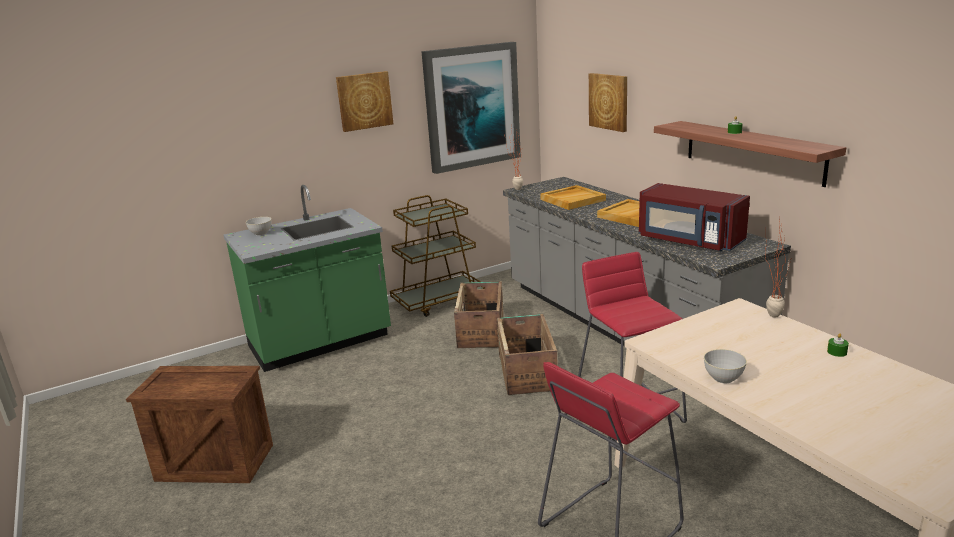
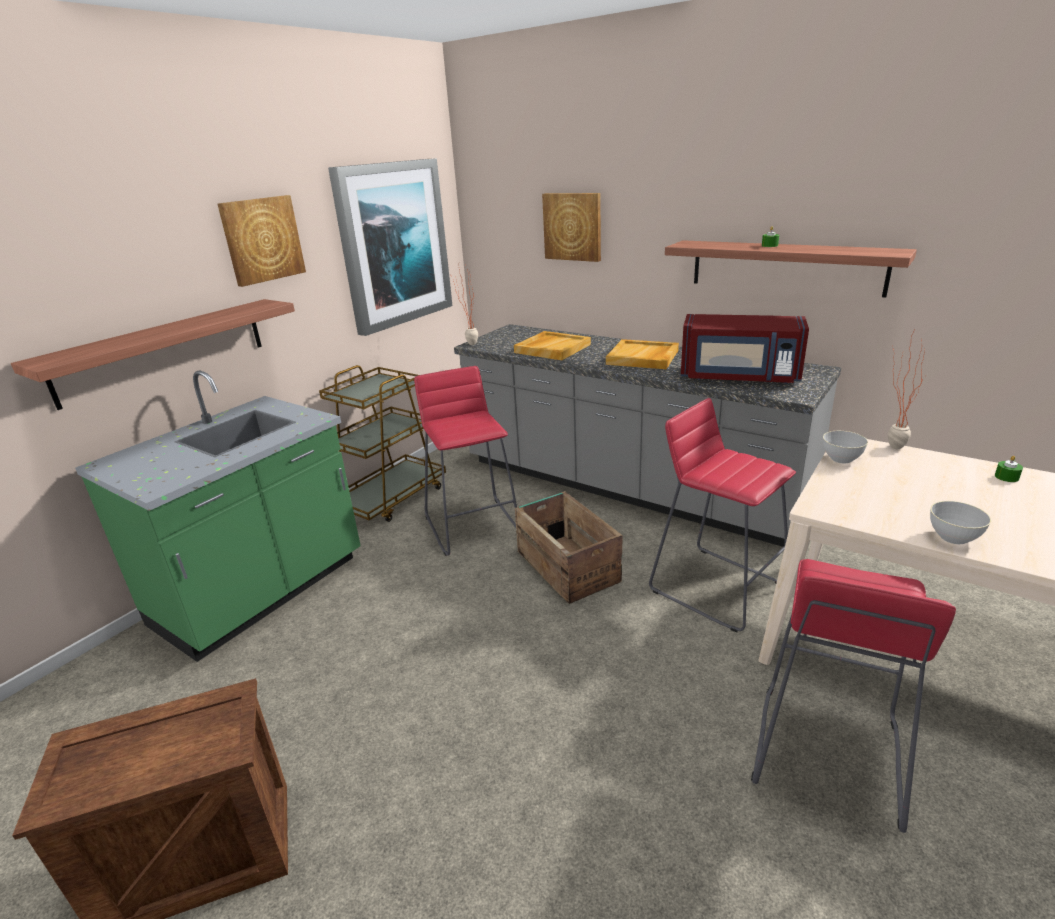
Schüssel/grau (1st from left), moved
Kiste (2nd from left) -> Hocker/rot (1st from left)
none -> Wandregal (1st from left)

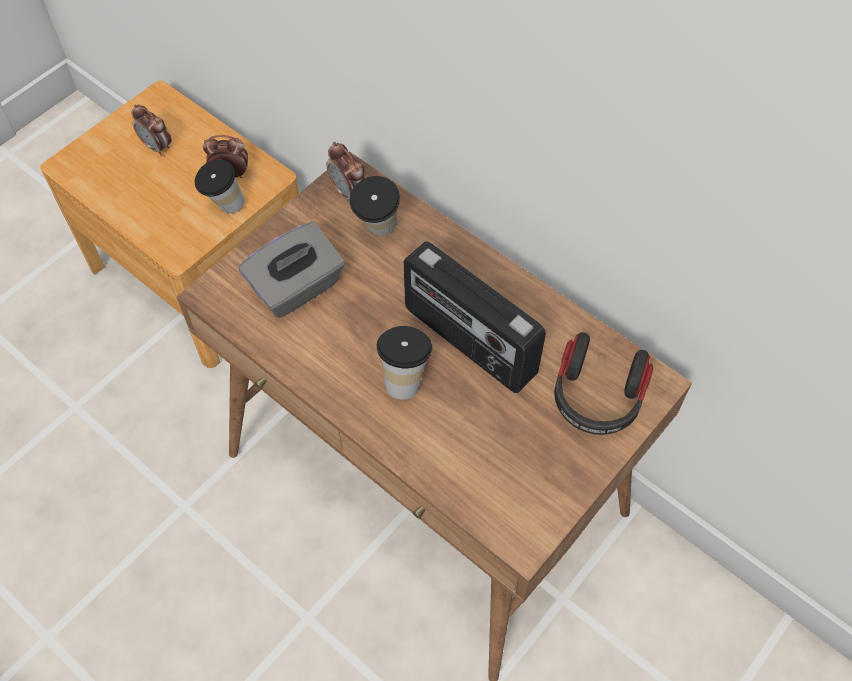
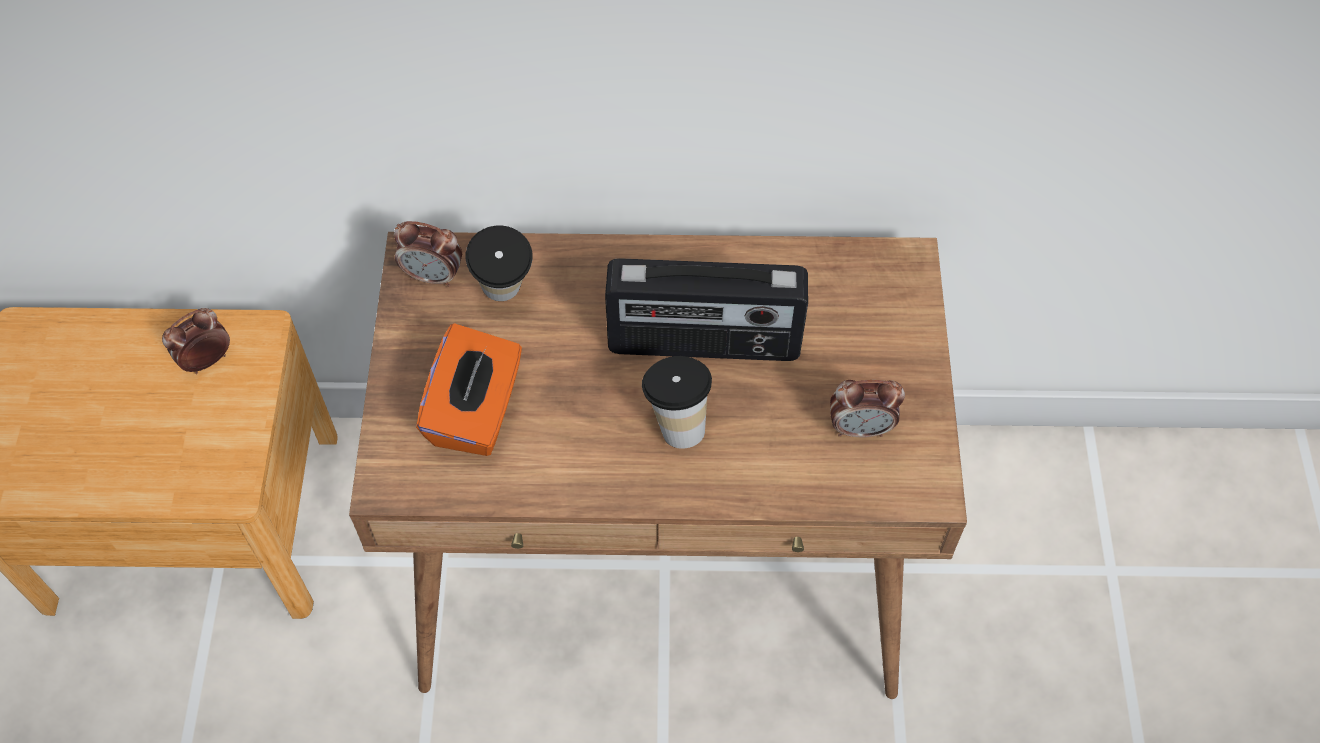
Wecker (1st from left in the first image) -> Wecker (3rd from left), moved
Tasse (1st from left) -> none
Taschentuchbox/grau -> Taschentuchbox/orange
Kopfhörer -> none

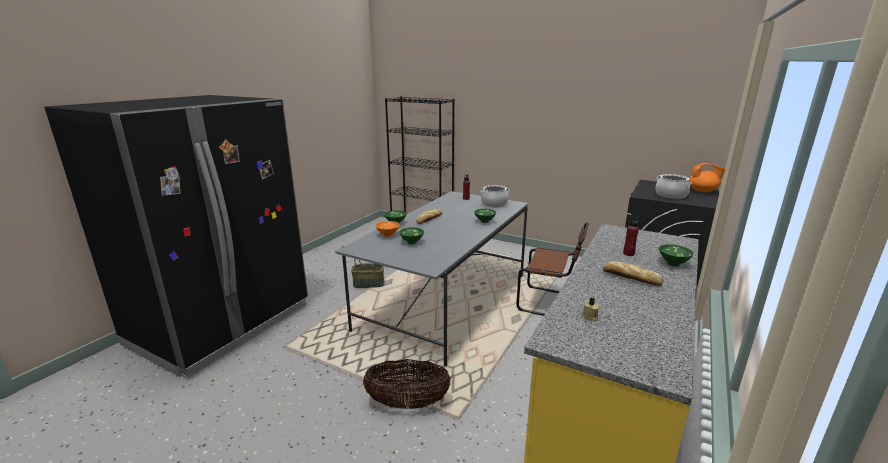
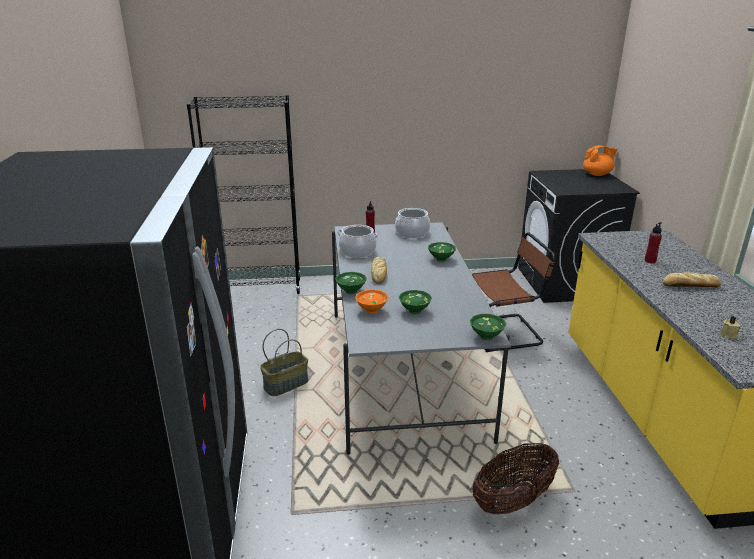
Kochtopf (2nd from left in the first image) -> Kochtopf (1st from left), moved
Schüssel/grün (4th from left), moved

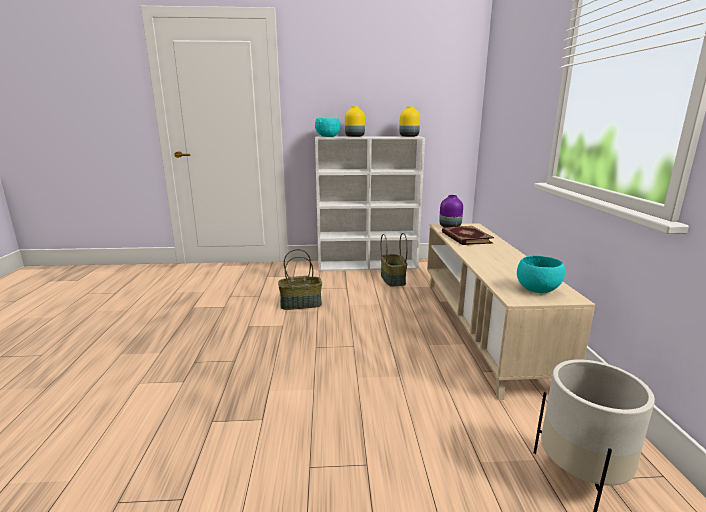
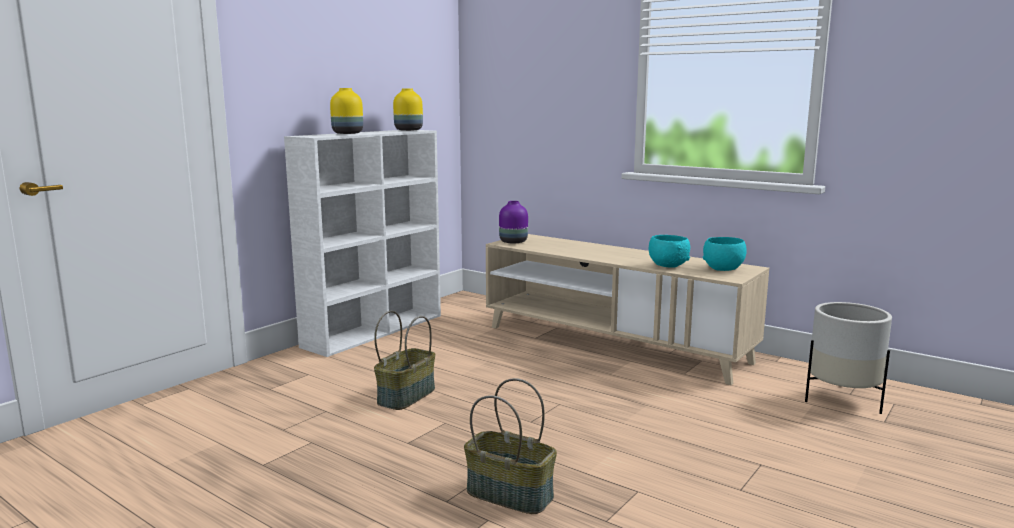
Schüssel/türkis (1st from left), moved
Korb (2nd from left), moved
Buch -> none

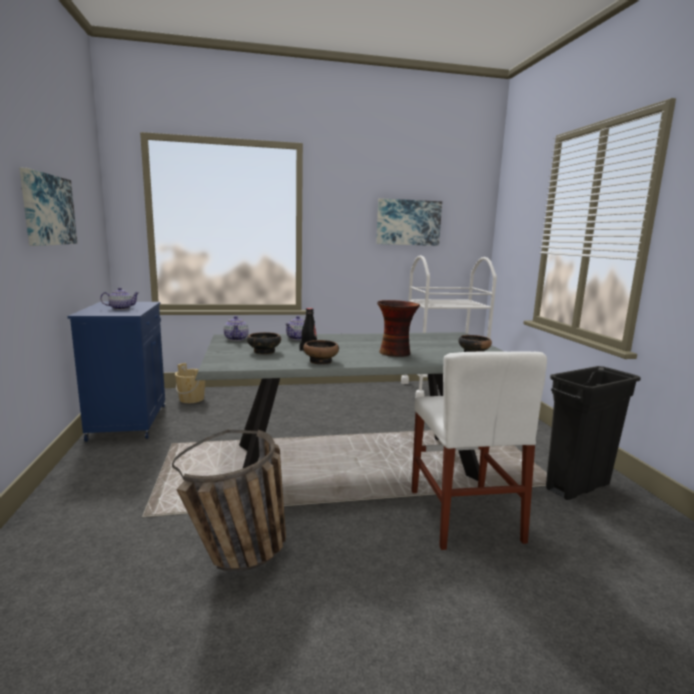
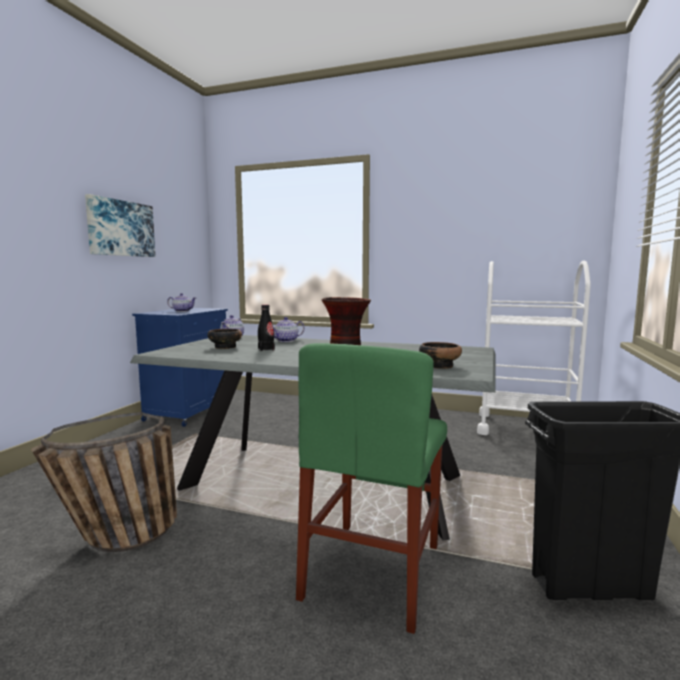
Eimer/beige -> none
Schüssel (2nd from left) -> none
Bild (2nd from left) -> none
Stuhl/weiß -> Stuhl/grün

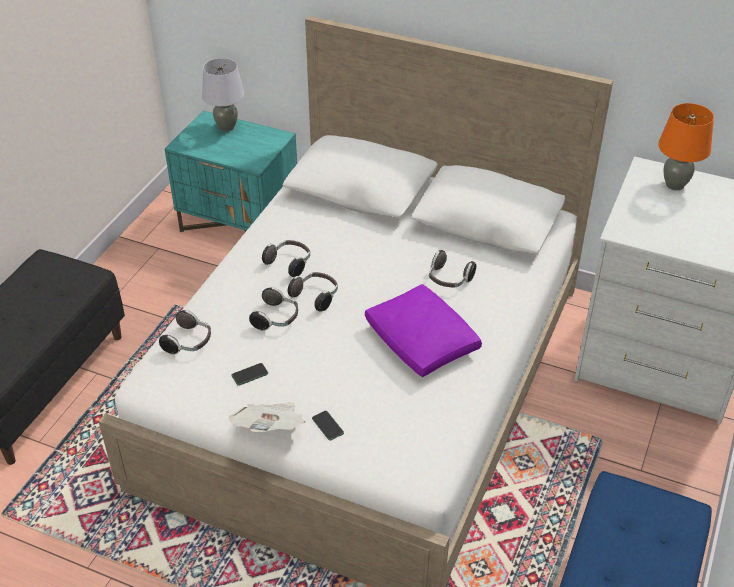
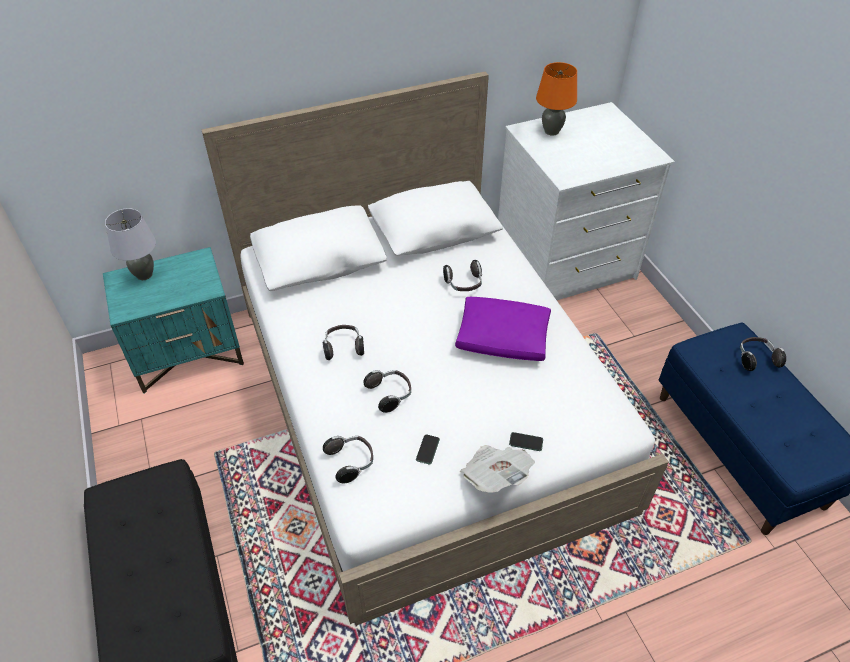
Kopfhörer (4th from left in the first image) -> Kopfhörer (5th from left), moved

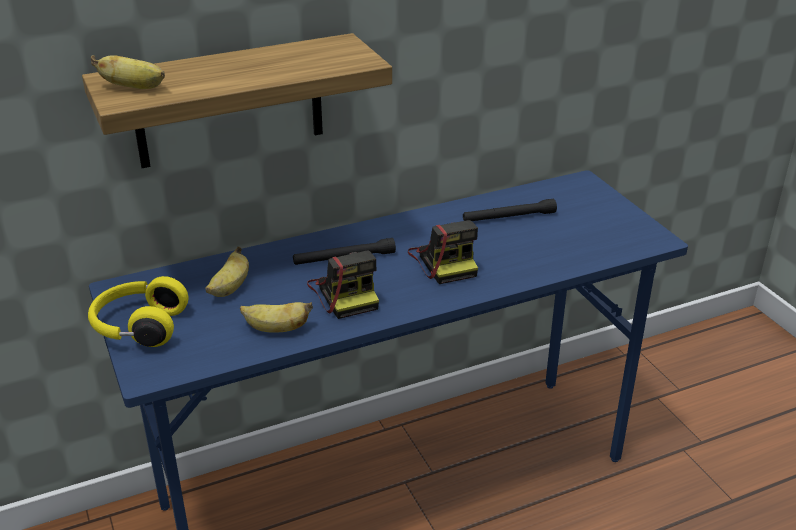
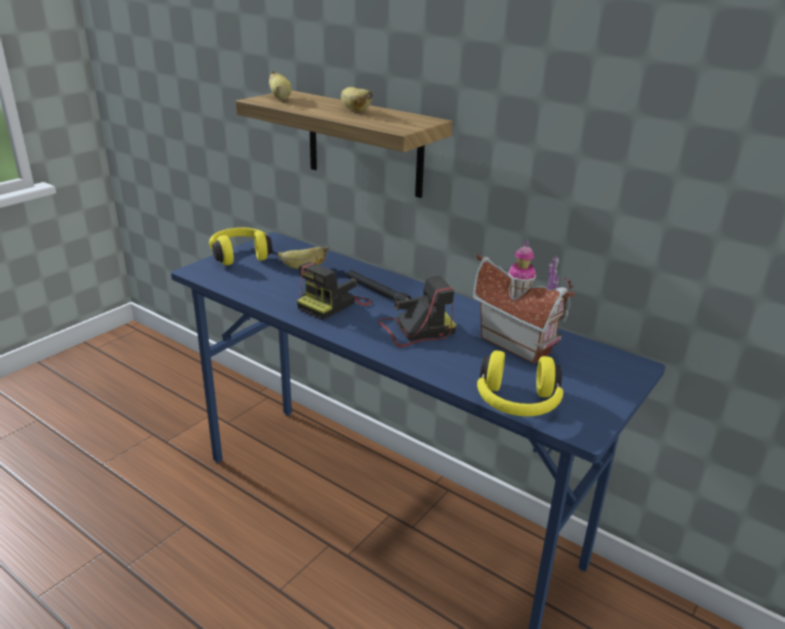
Banane (3rd from left), moved
Kamera (2nd from left), 150 degrees counterclockwise
Taschenlampe/schwarz (2nd from left) -> Spielzeughaus
none -> Kopfhörer/gelb (2nd from left)

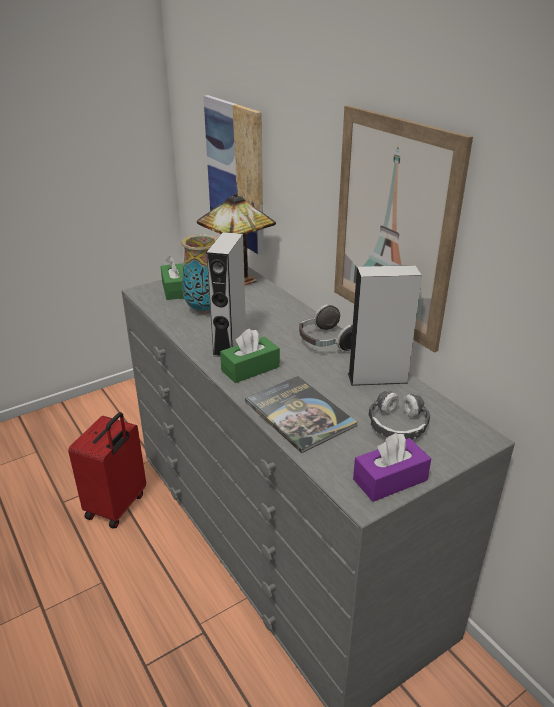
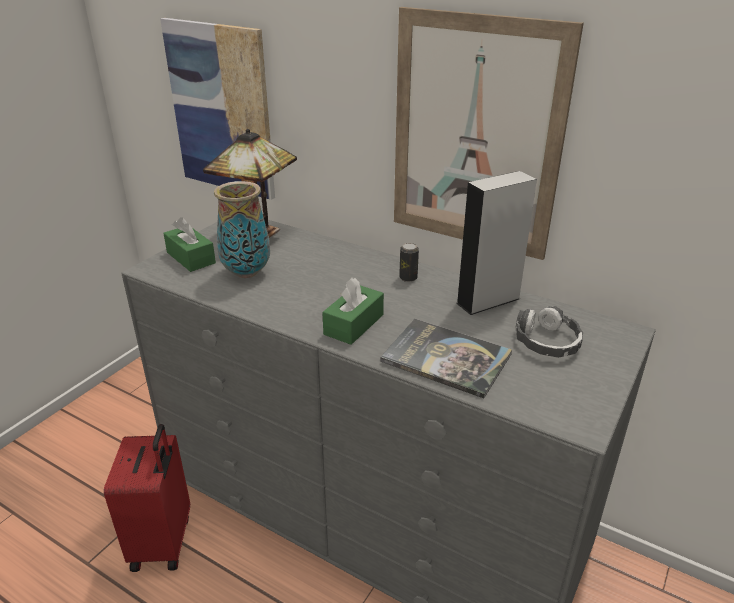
Lautsprecher/grau (1st from left) -> none
Kopfhörer (1st from left) -> Dose
Taschentuchbox/lila -> none

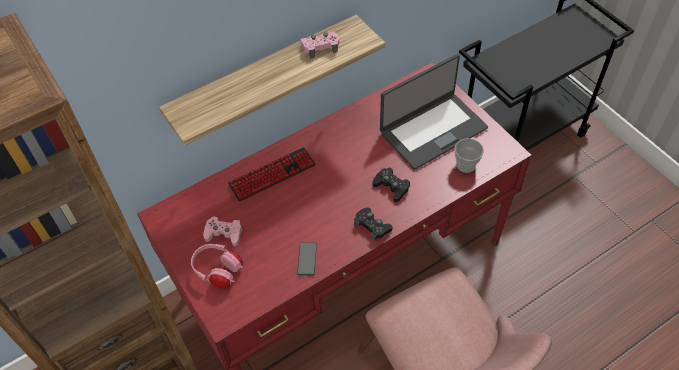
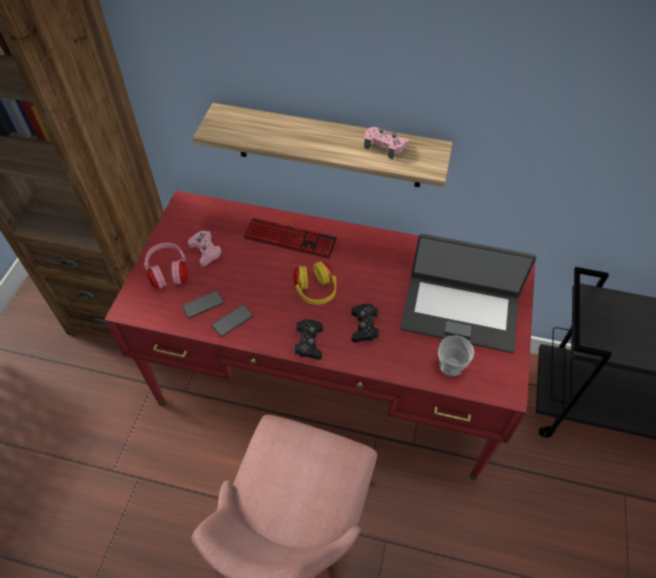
none -> Handy (1st from left)
none -> Kopfhörer/gelb

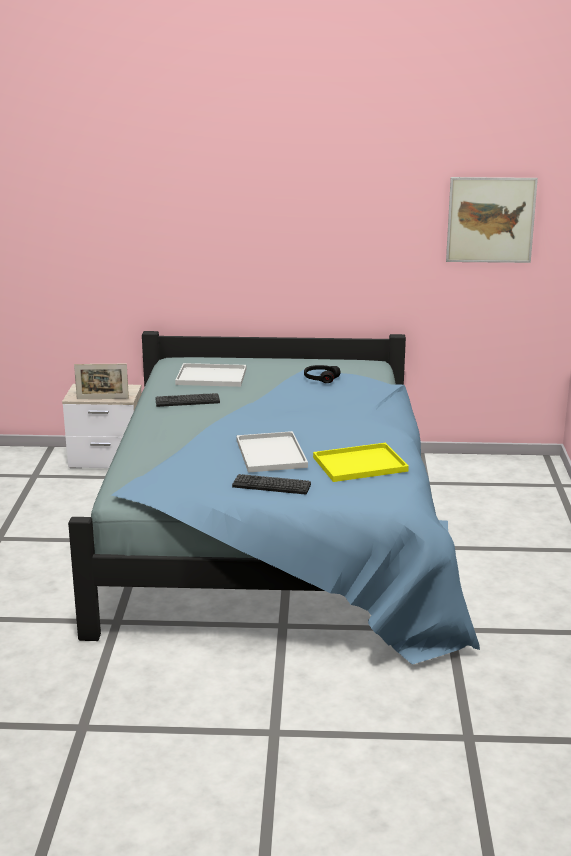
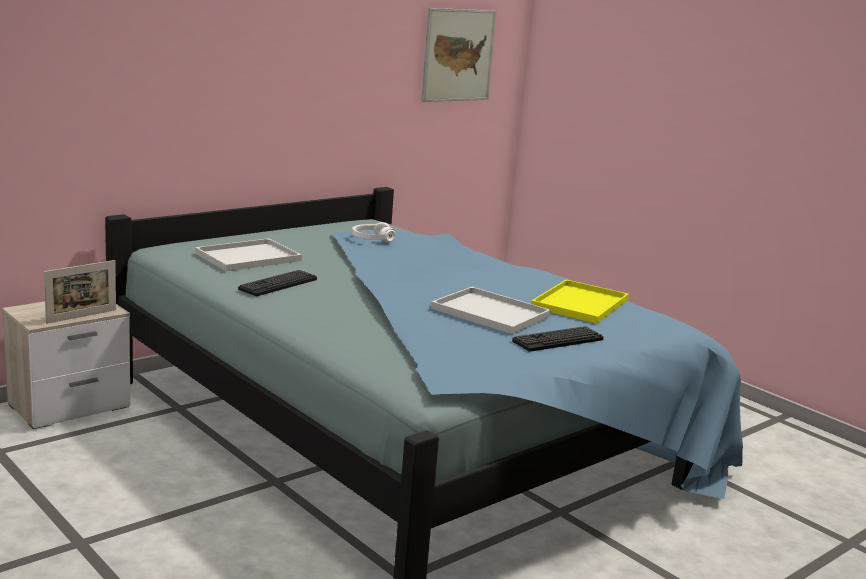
Kopfhörer/schwarz -> Kopfhörer/weiß

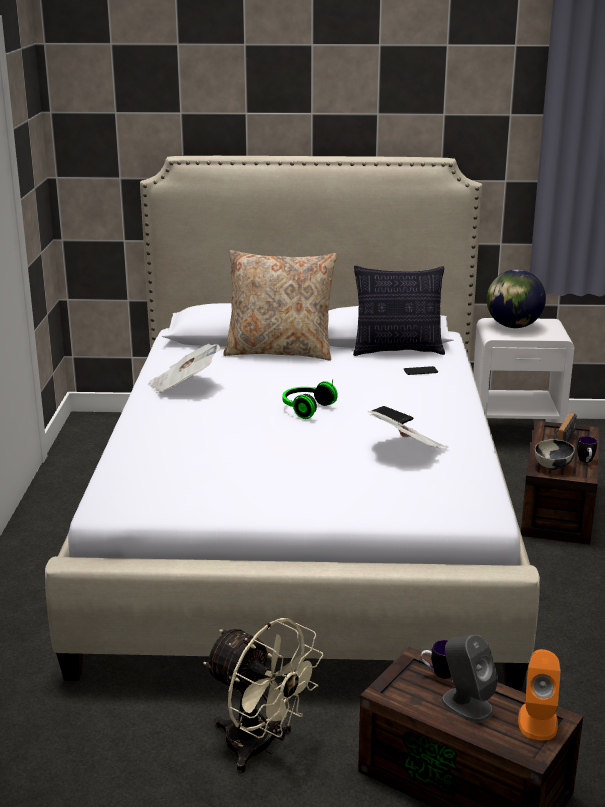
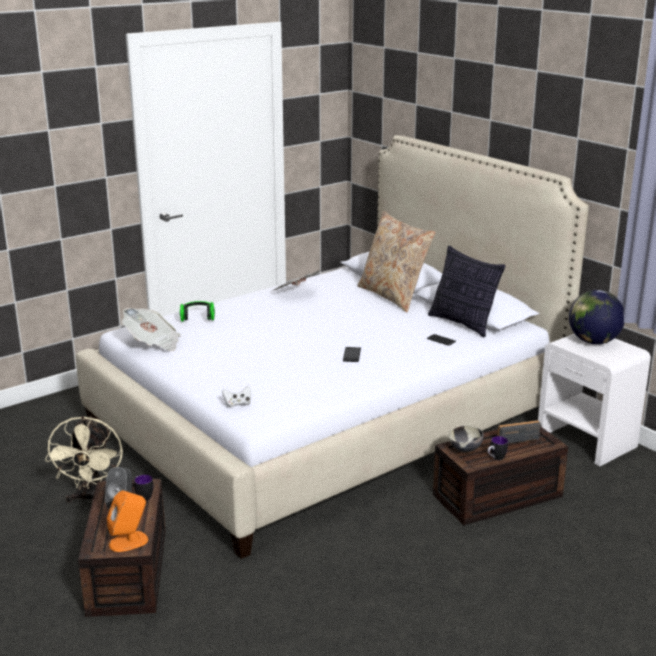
Kopfhörer, moved
Zeitung (2nd from left in the first image) -> Zeitung (1st from left), moved
none -> Gamepad/weiß

